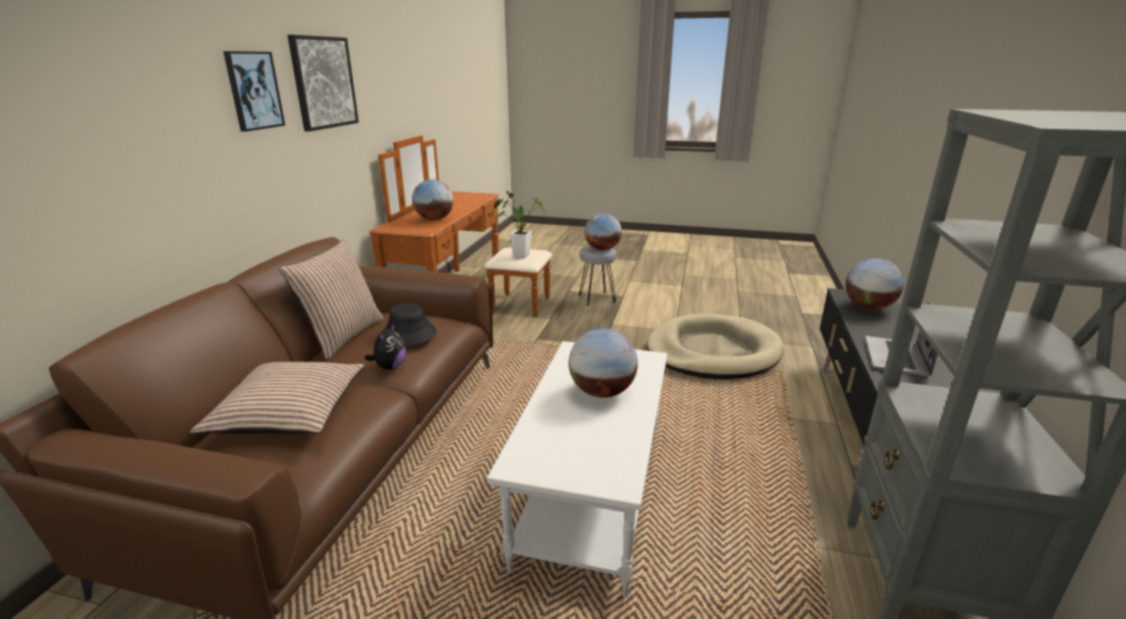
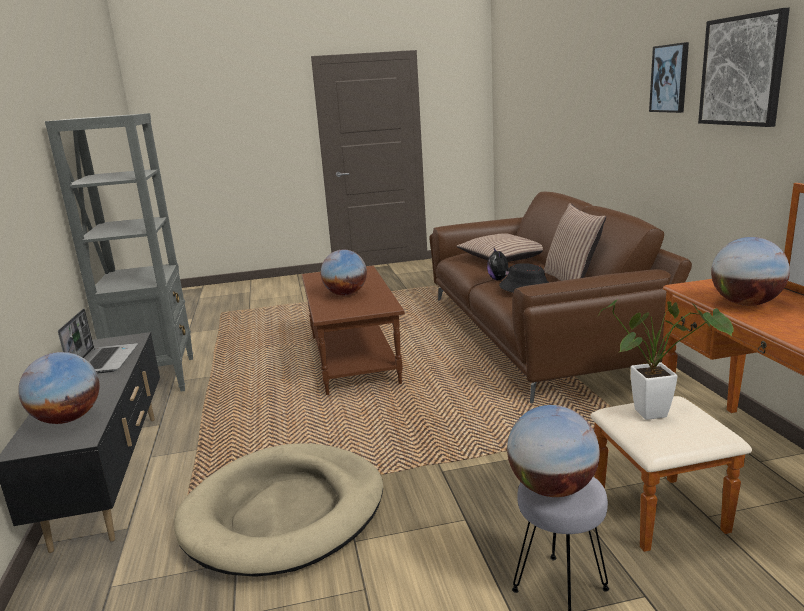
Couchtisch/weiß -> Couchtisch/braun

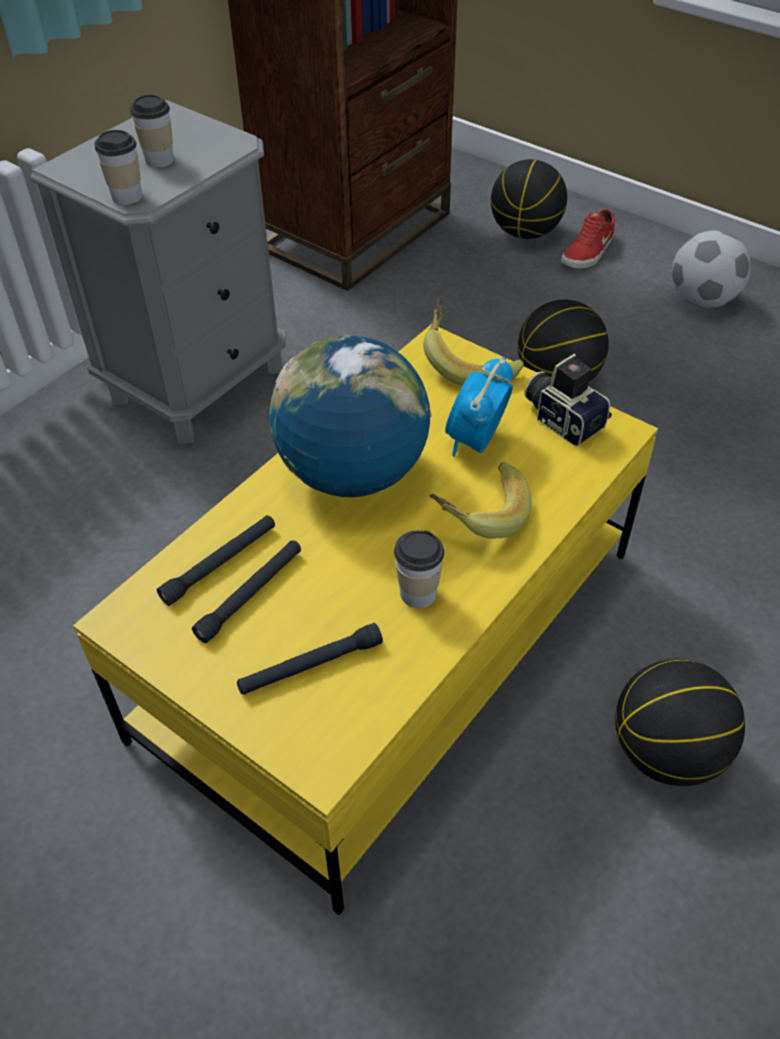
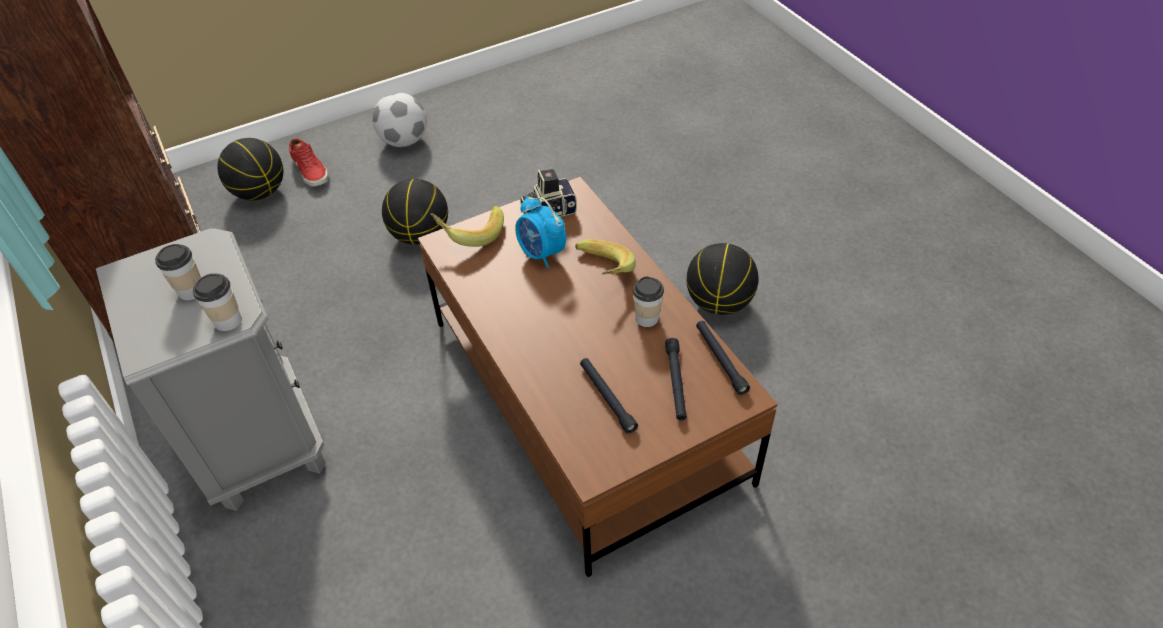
Couchtisch/gelb -> Couchtisch/braun
Taschenlampe/schwarz (1st from left in the first image) -> Taschenlampe/schwarz (3rd from left), moved
Globus -> none

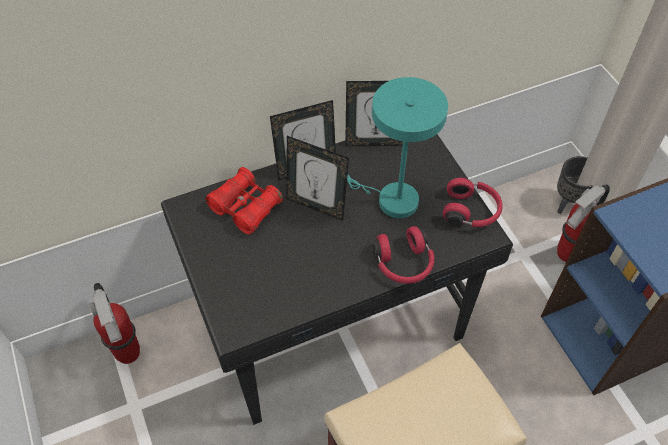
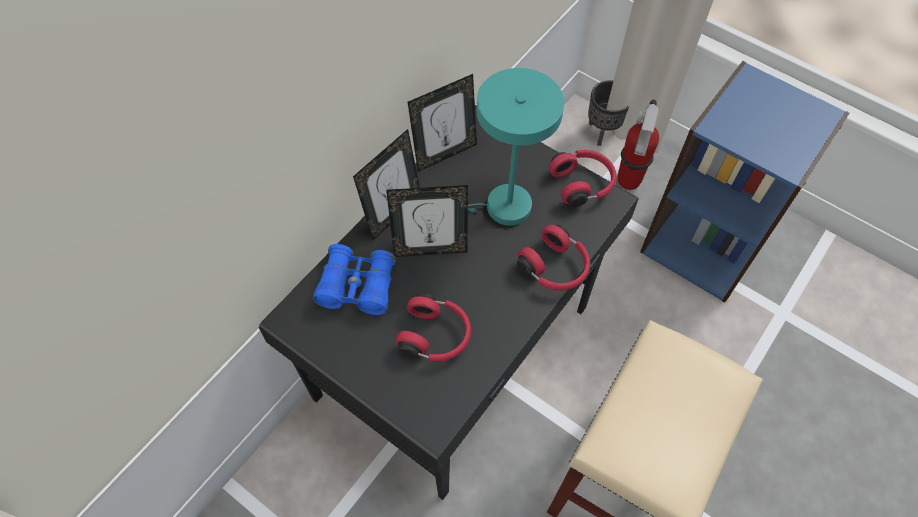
Feuerlöscher (1st from left) -> none
Fernglas/rot -> Fernglas/blau
none -> Kopfhörer/rot (1st from left)

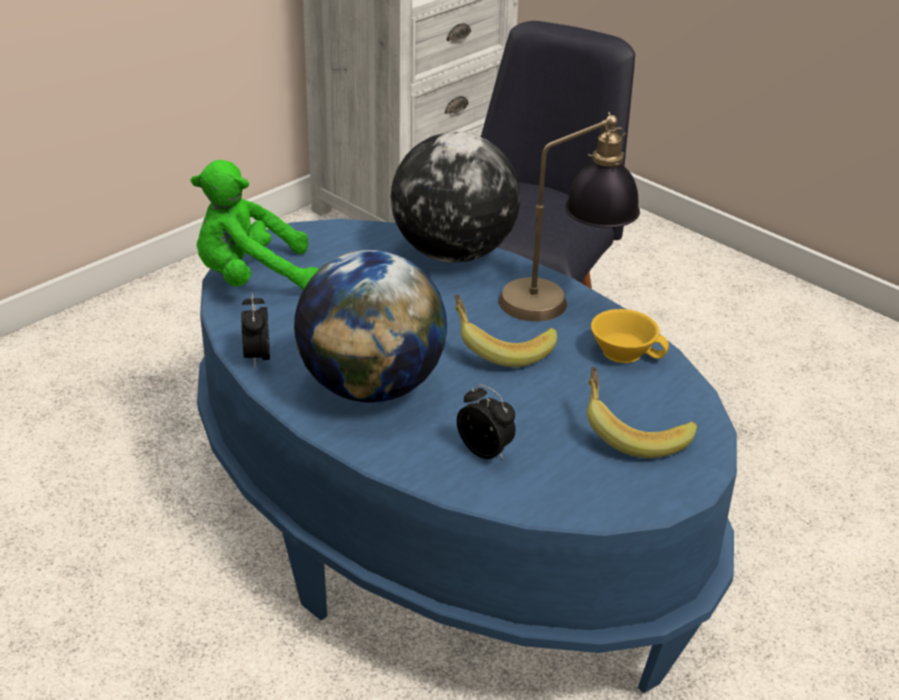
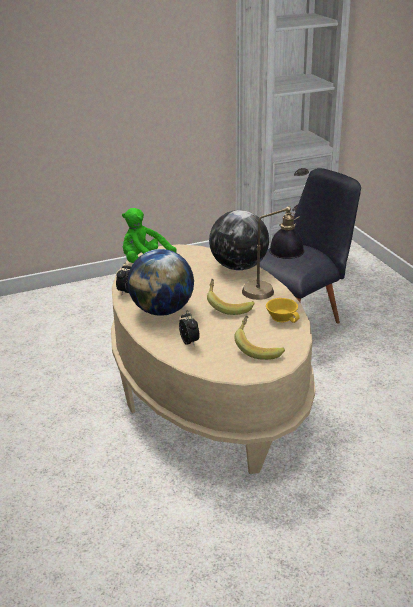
Couchtisch/blau -> Couchtisch/beige

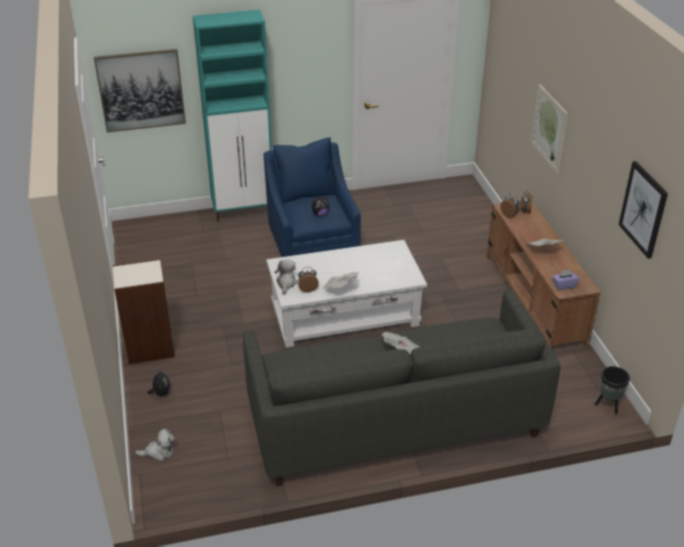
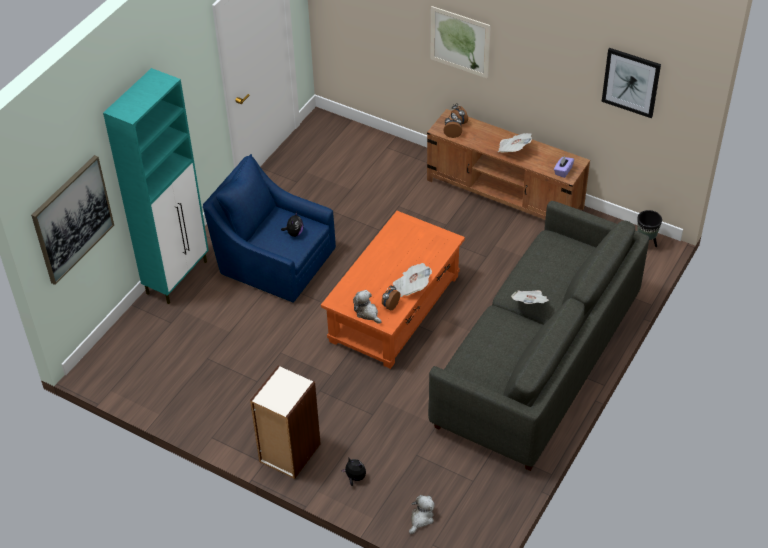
Couchtisch/weiß -> Couchtisch/orange

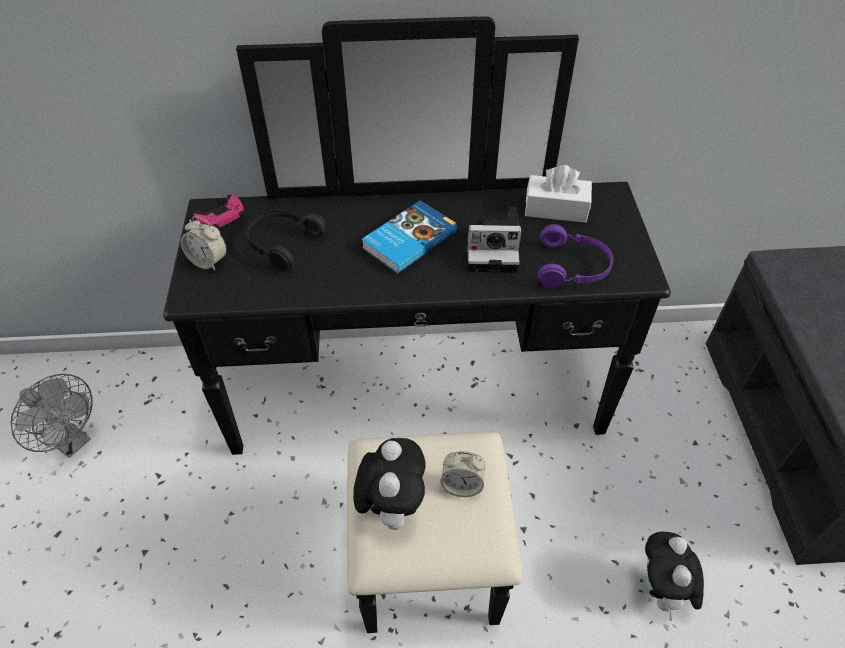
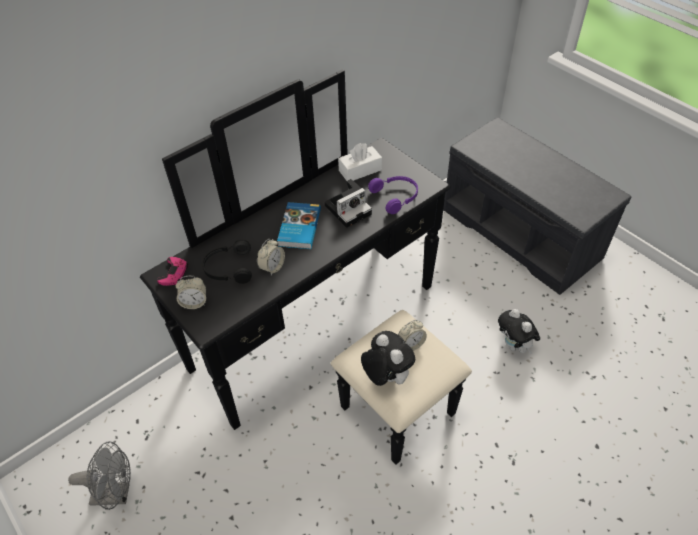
none -> Wecker (2nd from left)

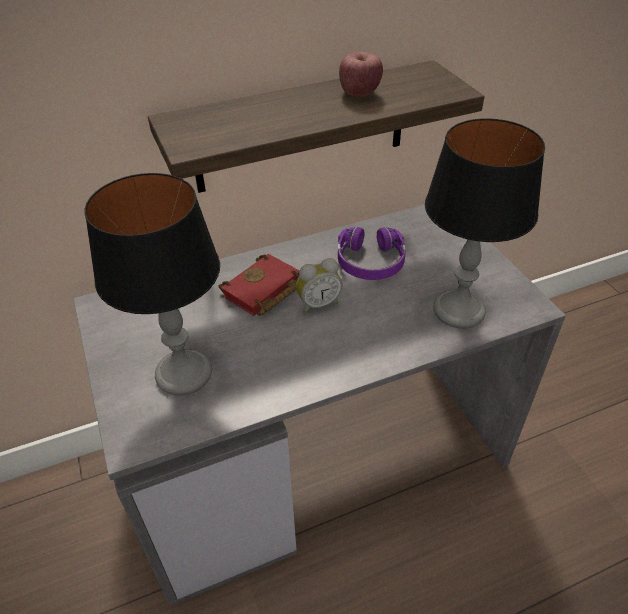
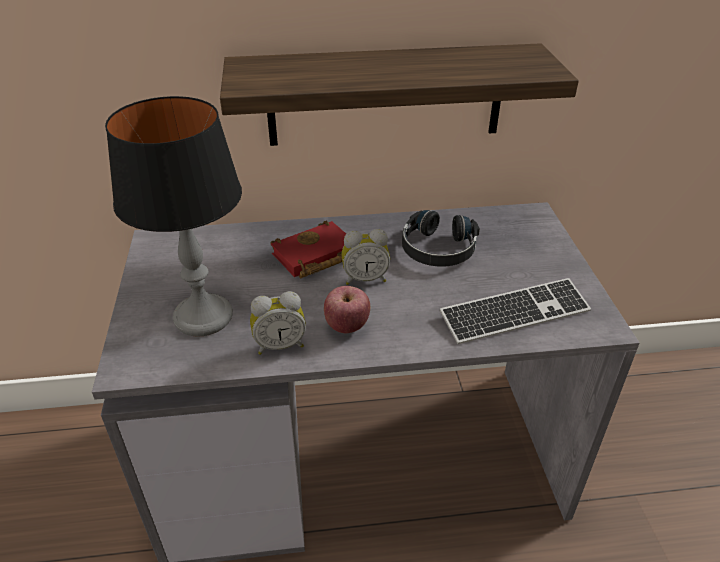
Kopfhörer/lila -> Kopfhörer/schwarz
Apfel, moved
Tischlampe (2nd from left) -> Tastatur
none -> Wecker (1st from left)

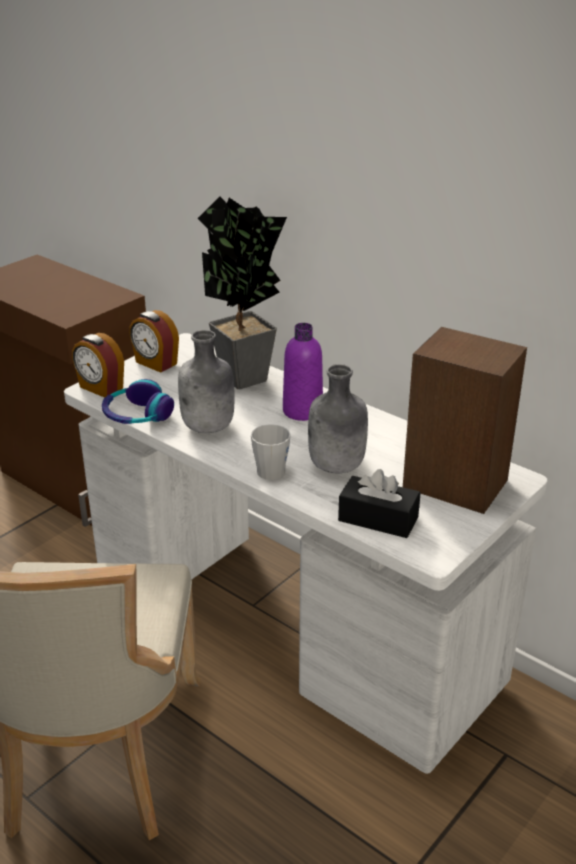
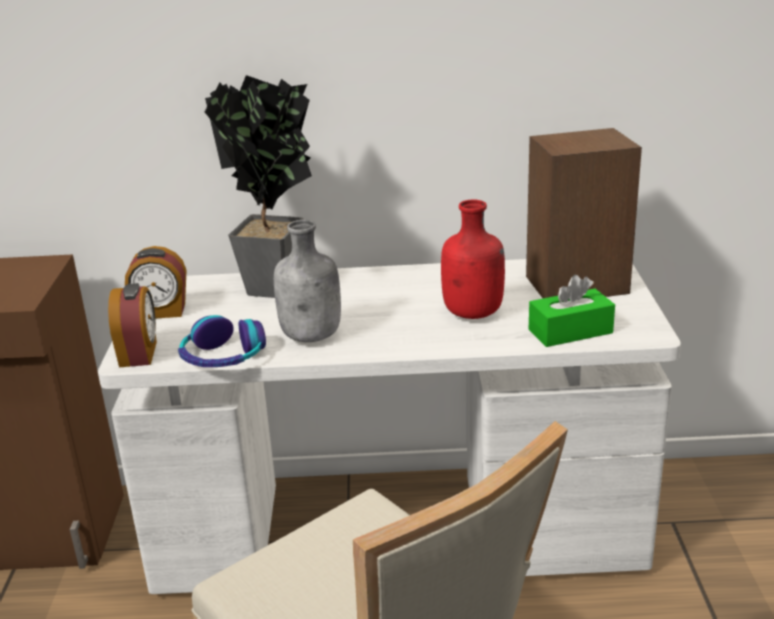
Wecker (1st from left), 90 degrees counterclockwise
Henkelbecher/grau -> none
Flasche/lila -> none
Flasche/grau (2nd from left) -> Flasche/rot
Taschentuchbox/schwarz -> Taschentuchbox/grün

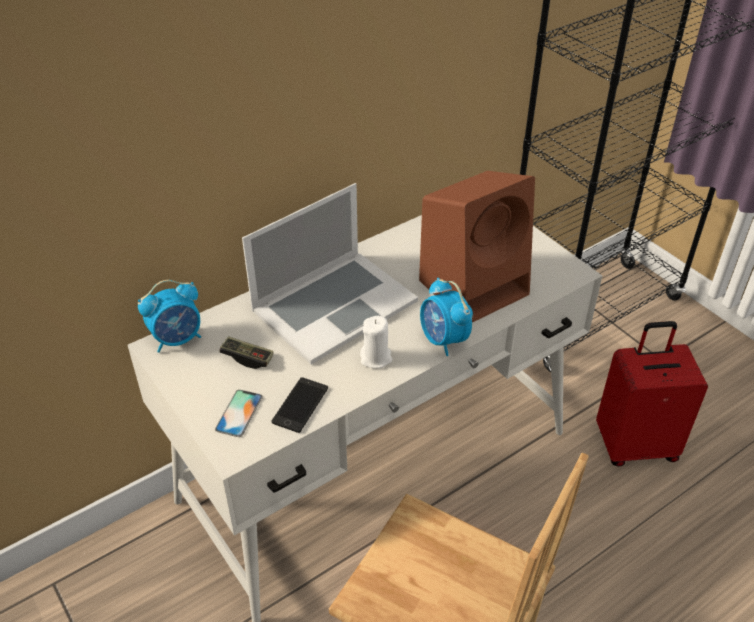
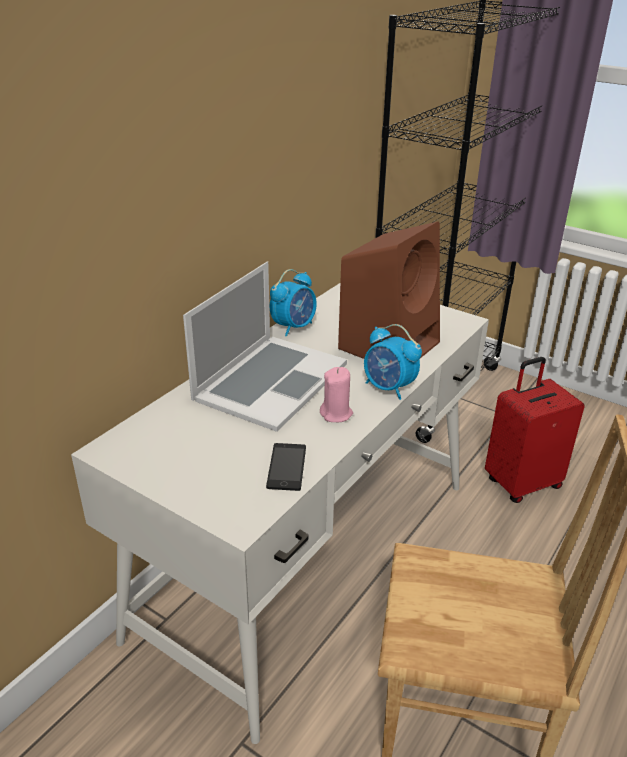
Wecker (1st from left), moved
Handy (1st from left) -> none
Gamepad -> none
Kerze/weiß -> Kerze/rosa

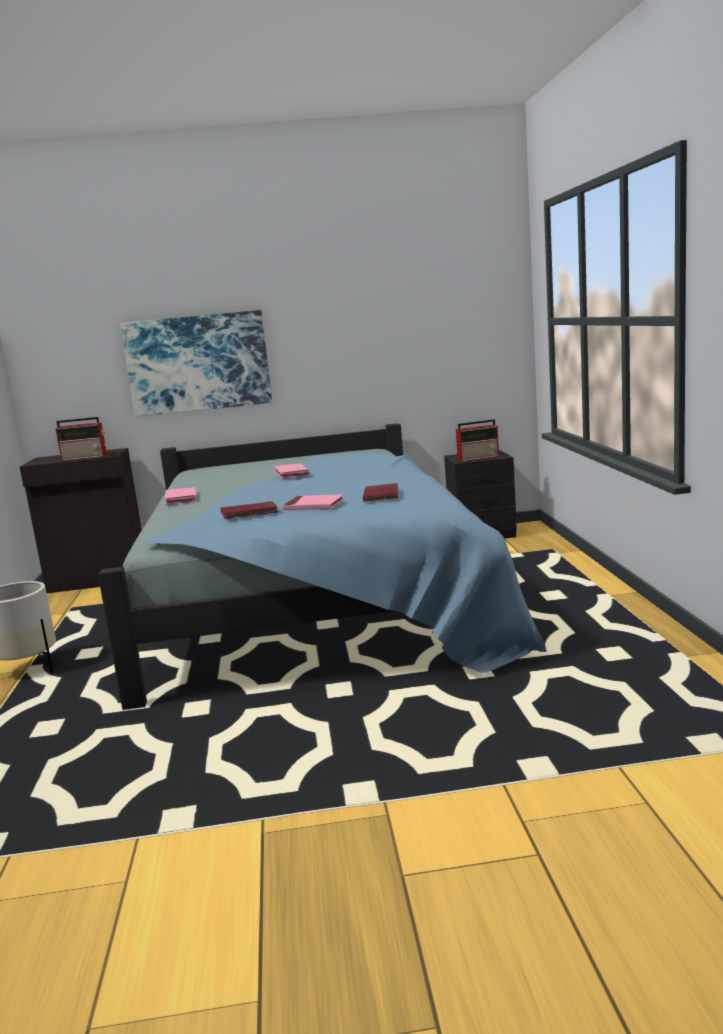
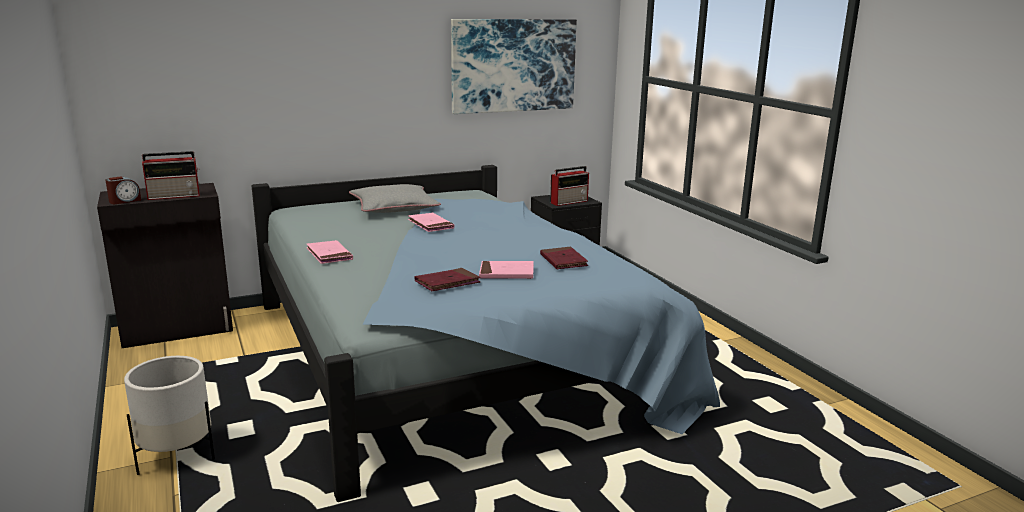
Bild, moved
none -> Wecker
none -> Kissen/grau

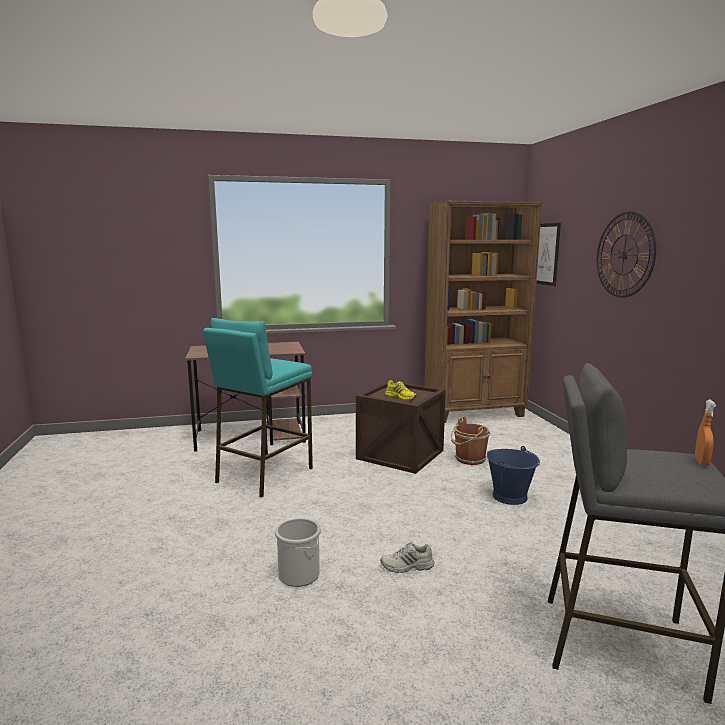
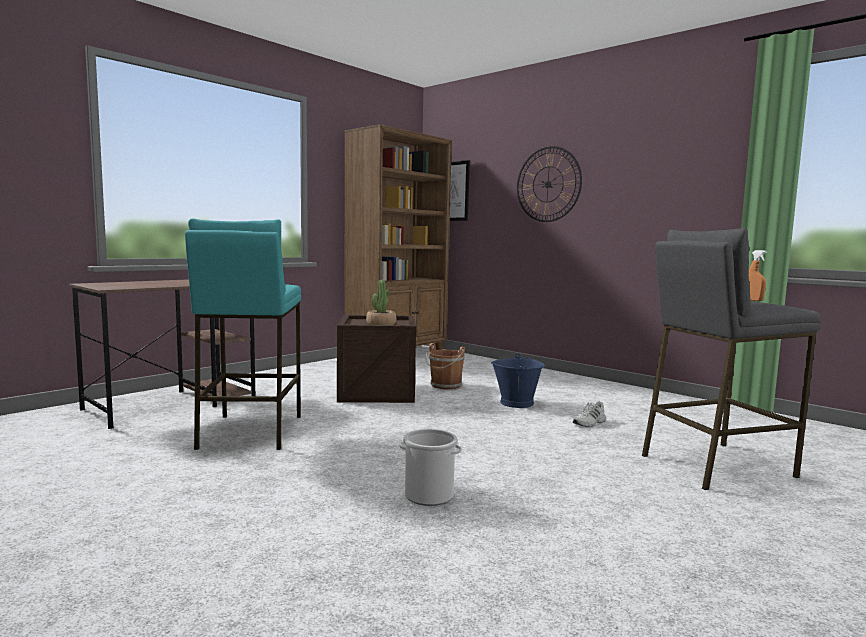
Schuh/weiß, moved
Schuh/gelb -> Topfpflanze

